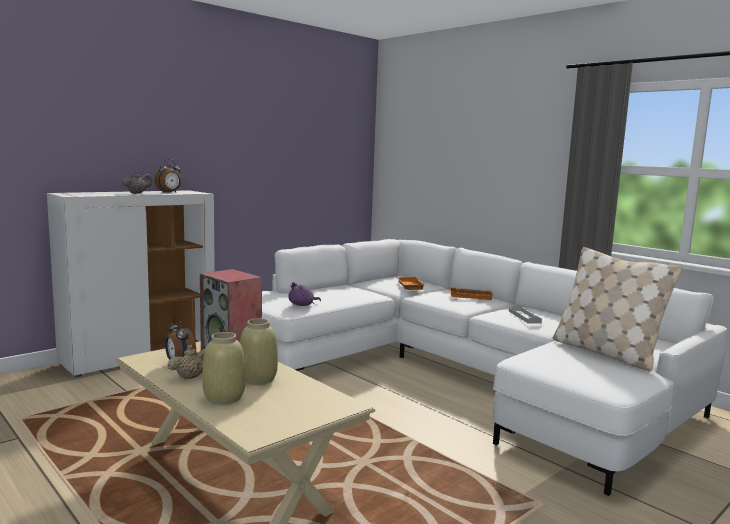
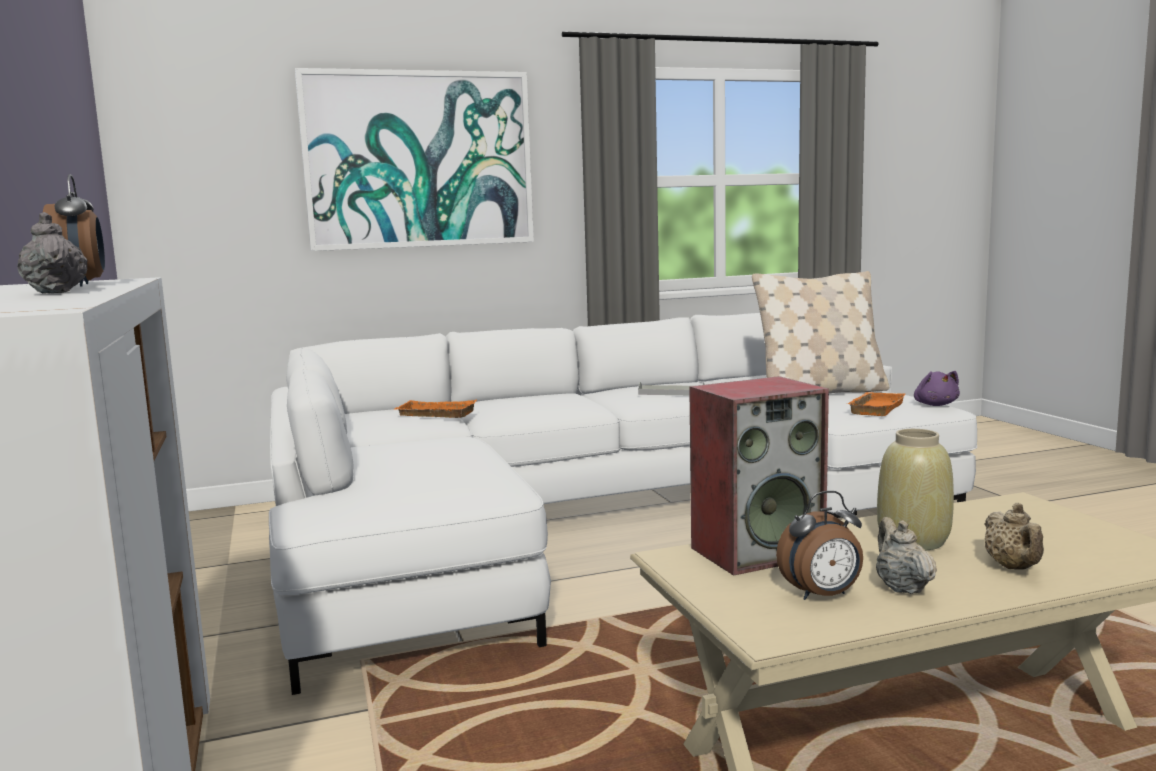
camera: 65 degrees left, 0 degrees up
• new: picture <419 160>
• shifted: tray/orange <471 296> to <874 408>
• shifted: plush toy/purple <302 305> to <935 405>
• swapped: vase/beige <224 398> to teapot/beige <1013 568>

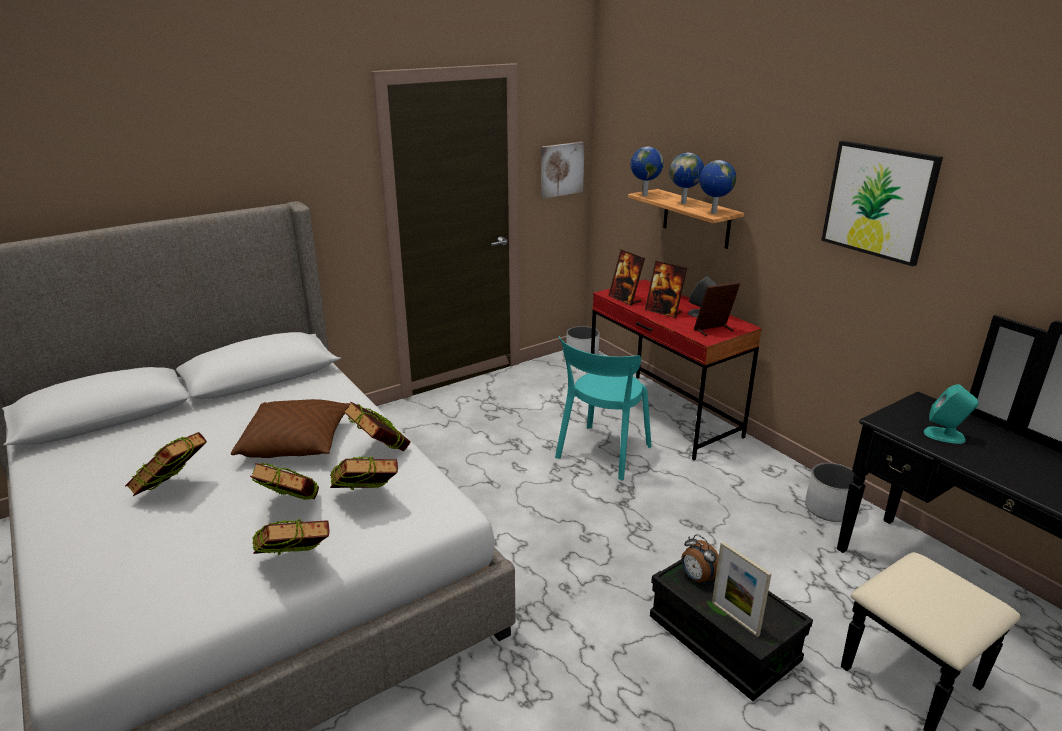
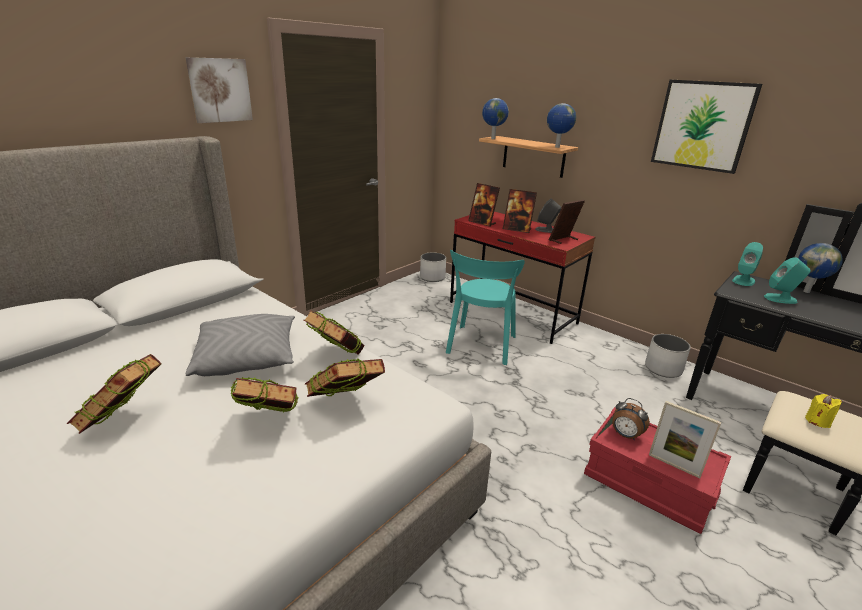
camera: 15 degrees left, 0 degrees up
• shifted: picture <561 169> to <219 90>
• repainted: pillow/brown <296 443> to pillow/grey <247 358>
• repainted: storage box/black <722 640> to storage box/red <648 484>
• new: speaker/turquoise <743 281>
• shifted: globe <684 203> to <807 291>
• new: candle/yellow <817 421>
• gone: book <295 567>

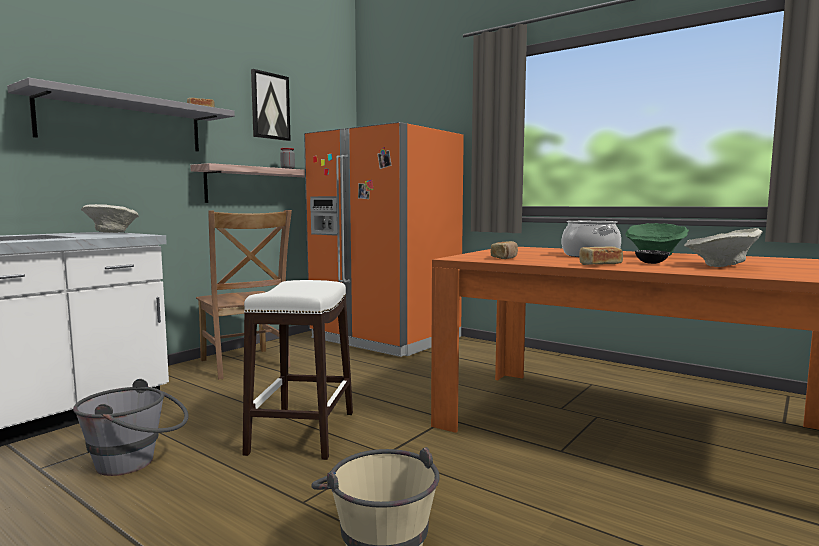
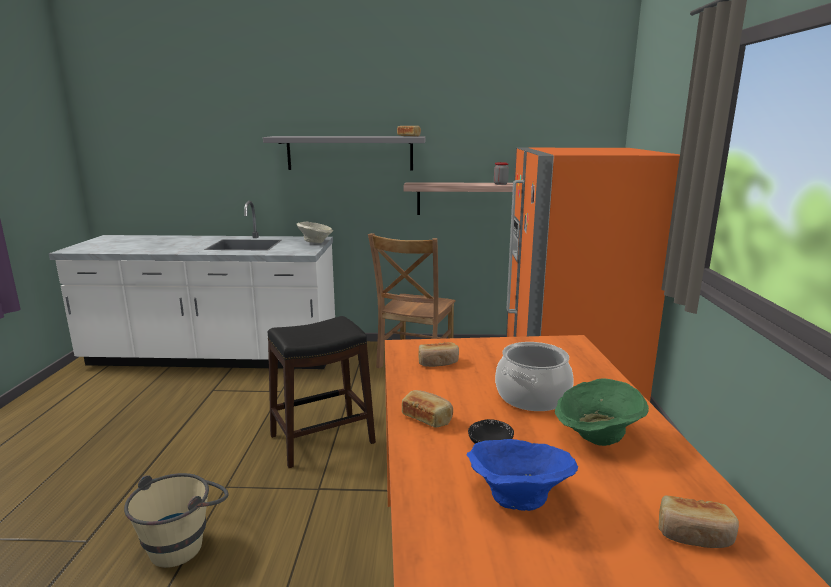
camera: 55 degrees right, 10 degrees up
• repainted: stool/white <301 432> to stool/black <321 439>
• repainted: bowl/beige <720 266> to bowl/blue <517 498>
• new: bread <694 535>
• gone: bucket/grey <137 462>
• gone: picture <270 106>

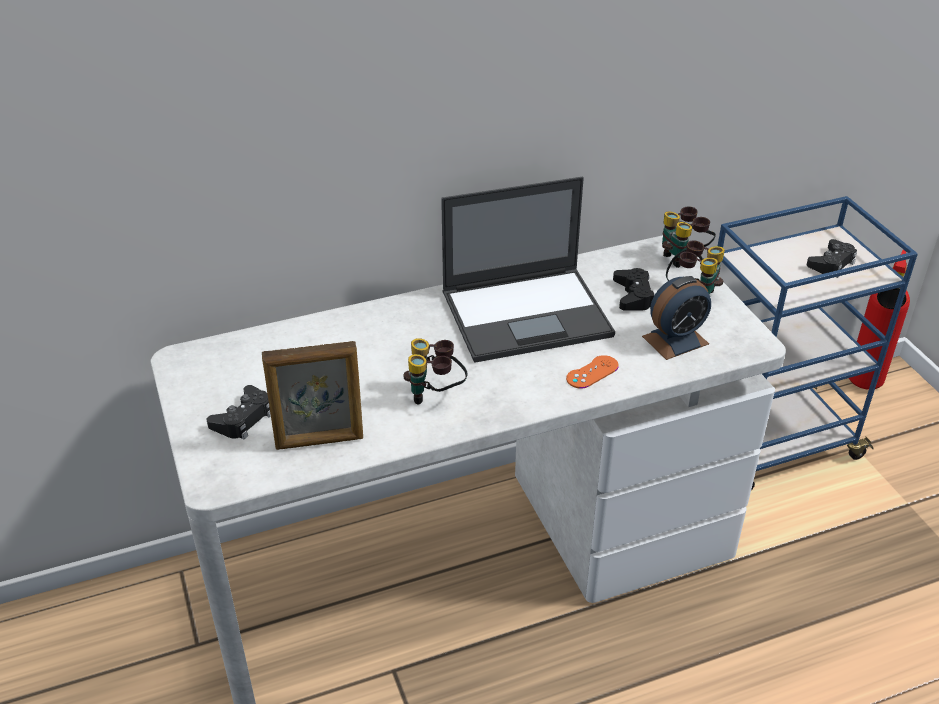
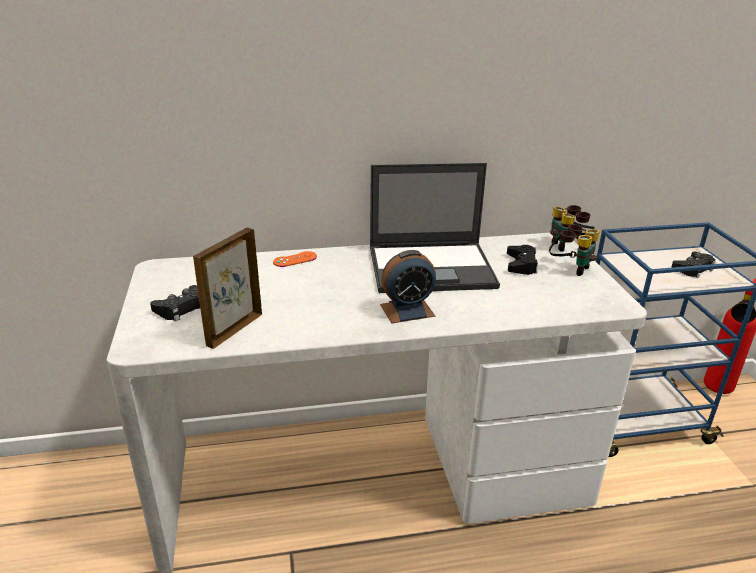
camera: 10 degrees right, 10 degrees down
• rotated: picture frame <320 441> = <234 329> 120 degrees clockwise
• shifted: game controller/orange <592 372> to <295 259>
• shifted: alarm clock <675 340> to <407 310>
• gone: binoculars <435 395>

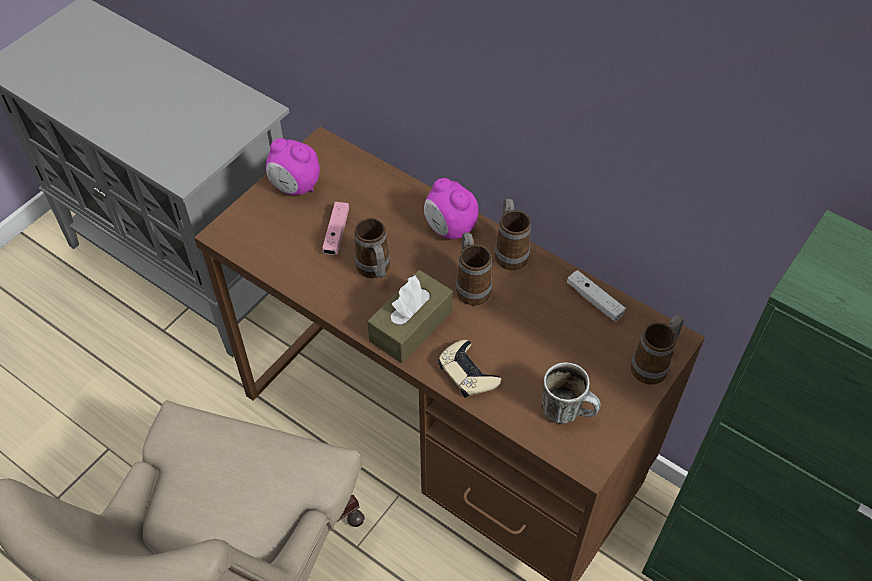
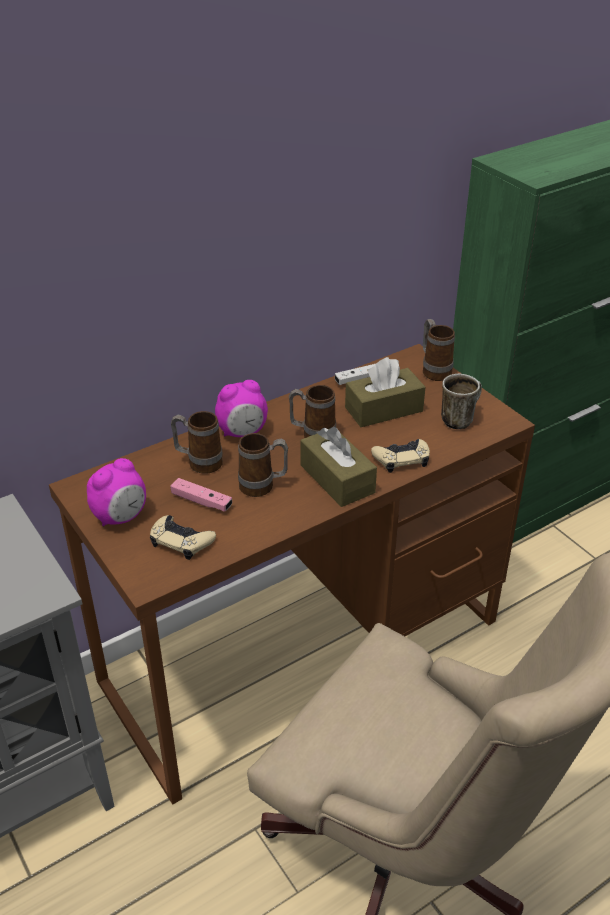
camera: 70 degrees left, 15 degrees down
• new: game controller/beige <181 541>
• shifted: mug <510 252> to <199 463>
• new: tissue box/brown <384 409>

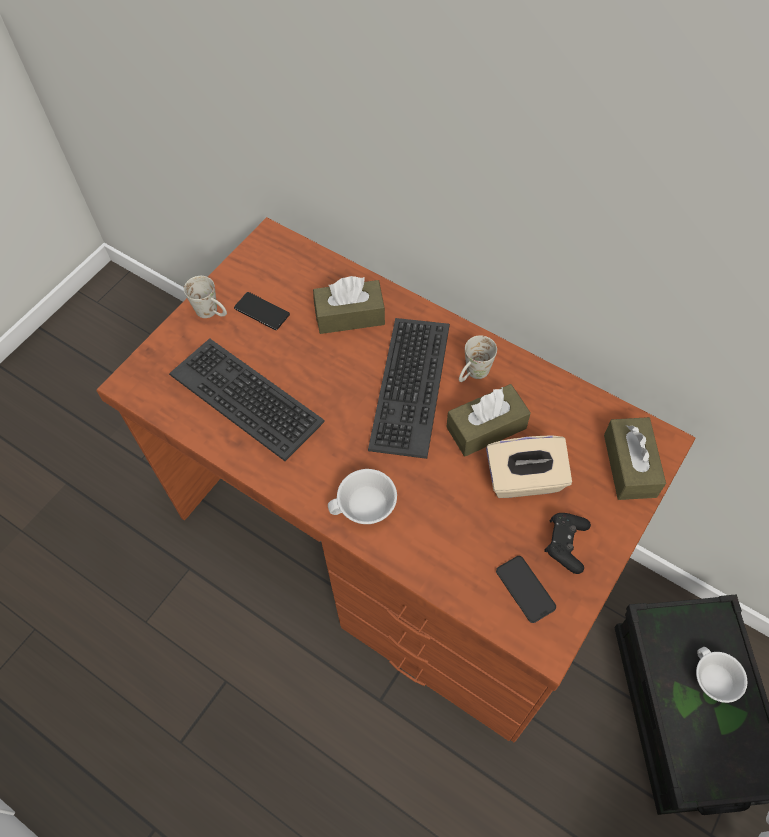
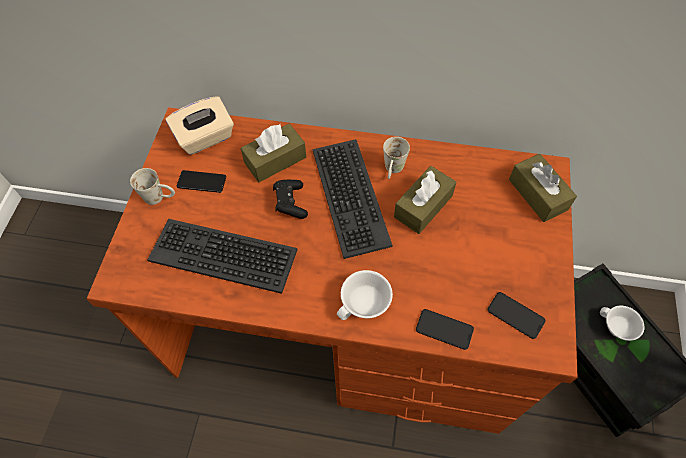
camera: 25 degrees left, 0 degrees up
• shifted: tissue box/beige <524 480> to <205 138>
• shifted: game controller/black <565 545> to <290 203>
• new: phone <444 329>

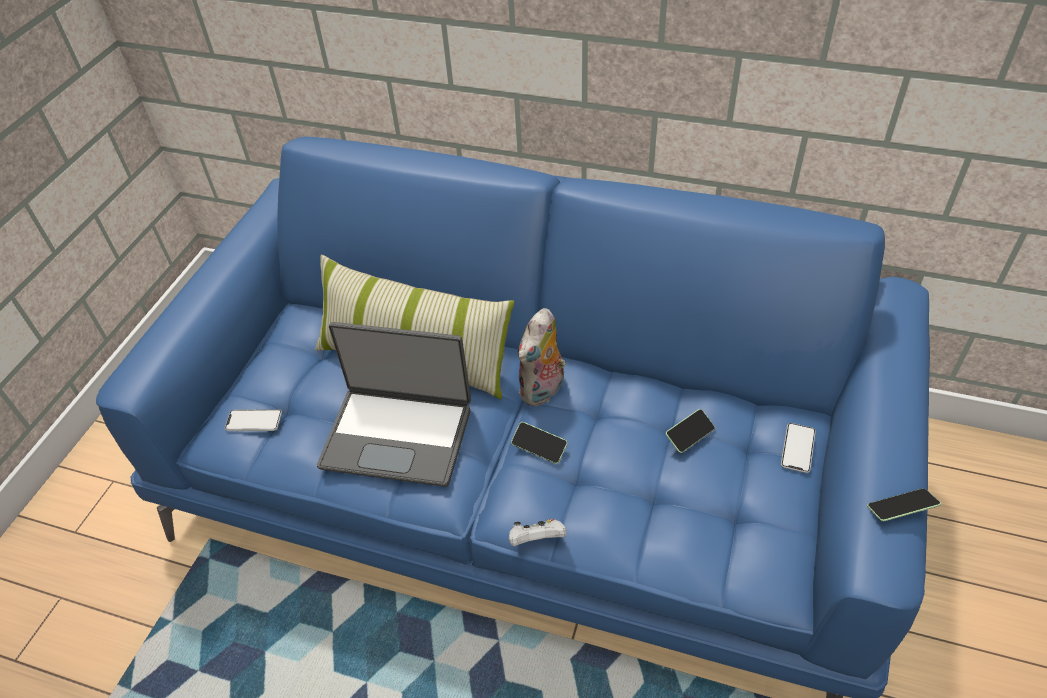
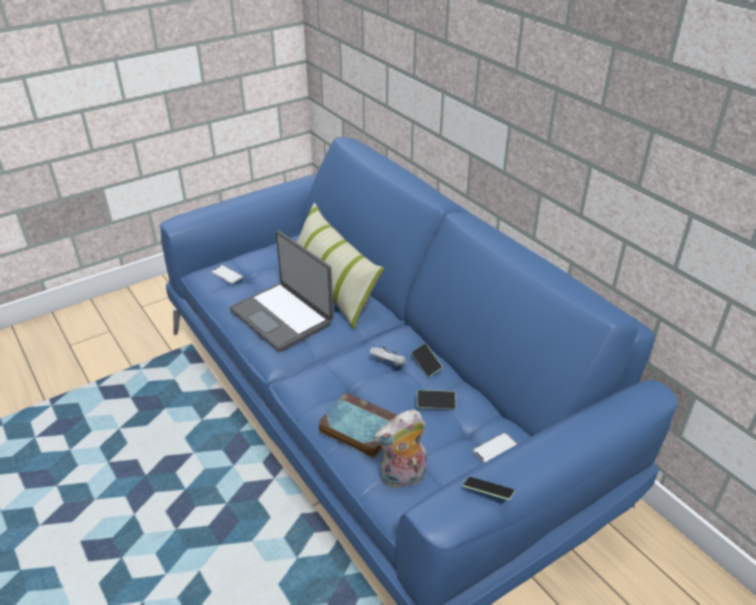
camera: 35 degrees right, 10 degrees down
• new: book <358 428>
• shifted: game controller/white <536 540> to <388 364>
• shifted: plush toy <543 391> to <403 478>
• shifted: phone <539 447> to <426 364>

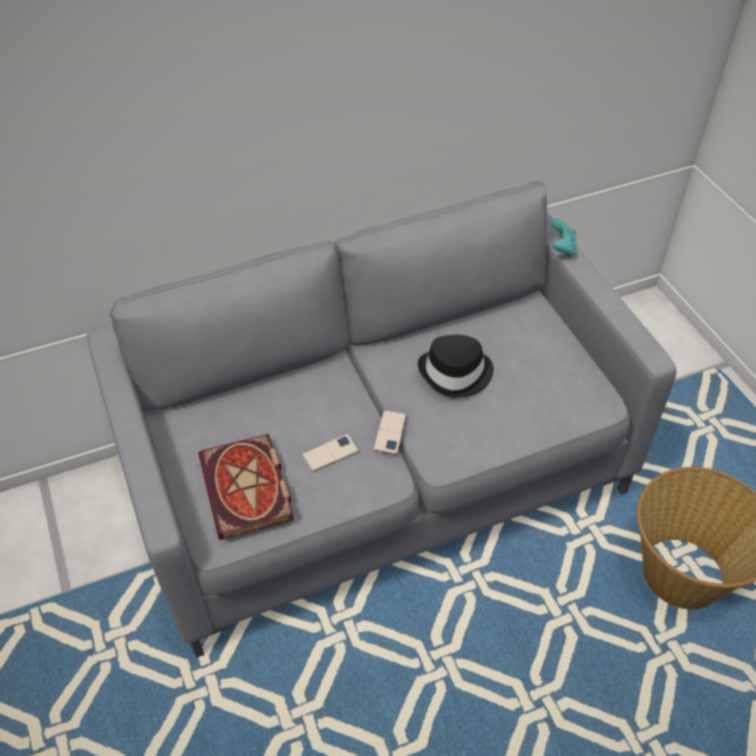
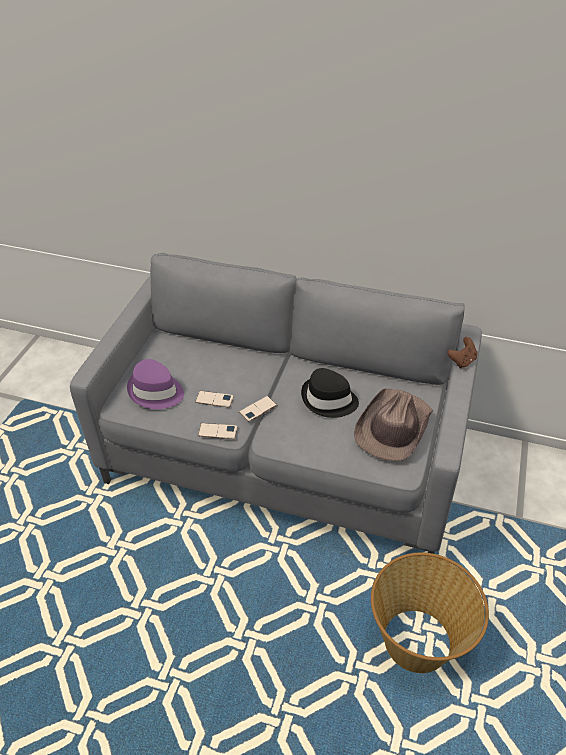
camera: 40 degrees right, 5 degrees down
• swapped: book <249 490> to hat/purple <155 392>
• new: phone <217 431>
• new: hat/brown <393 427>
• repainted: game controller/turquoise <562 249> to game controller/brown <461 361>

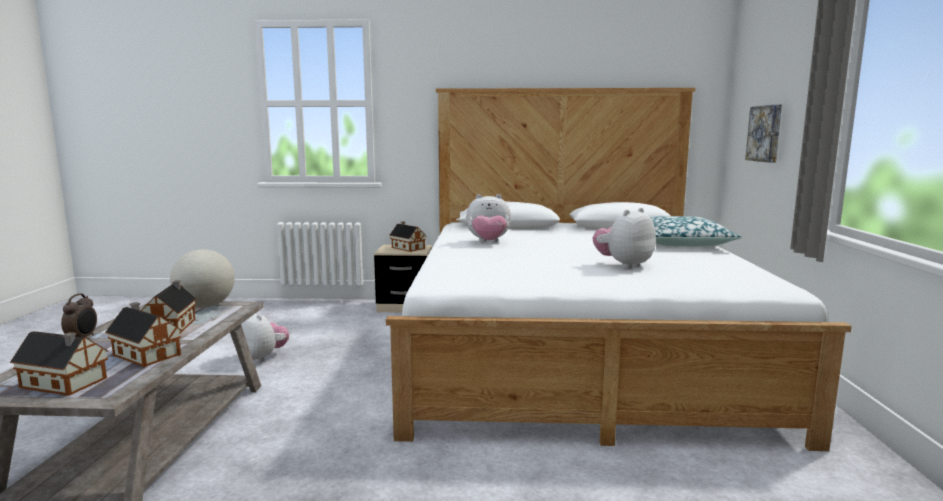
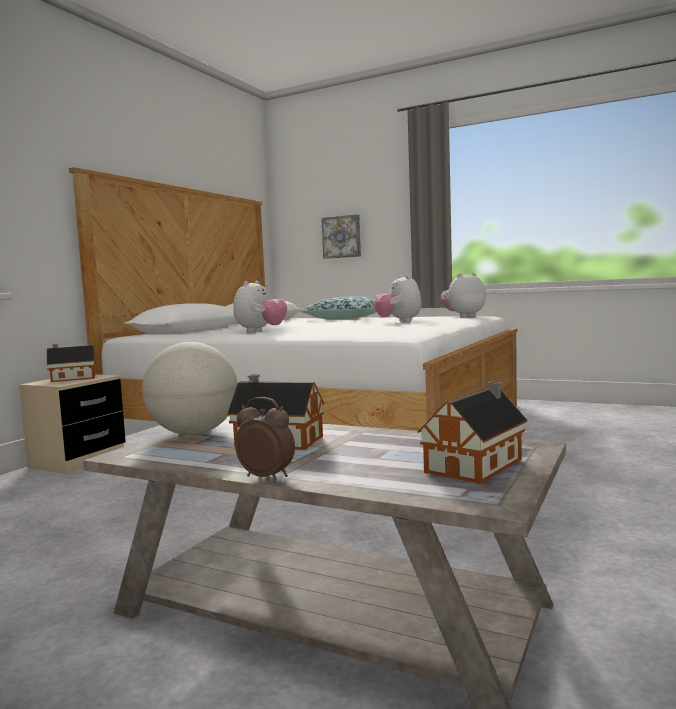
camera: 65 degrees left, 5 degrees down
• shifted: plush toy <263 357> to <463 316>
• gone: toy house <146 354>

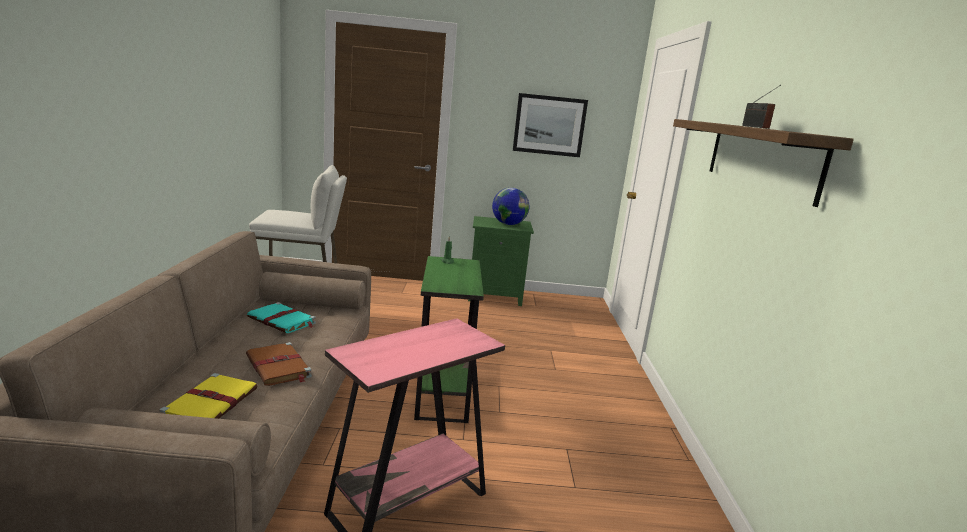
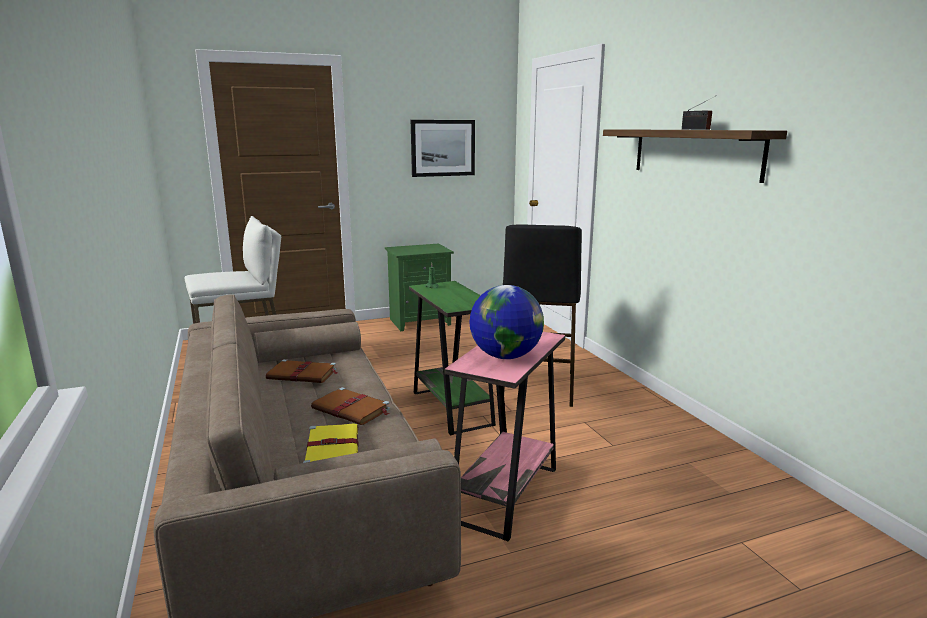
camera: 20 degrees left, 0 degrees up
• repainted: book/turquoise <282 321> to book/brown <303 374>
• shifted: globe <508 224> to <505 356>
• new: stool/black <538 386>

